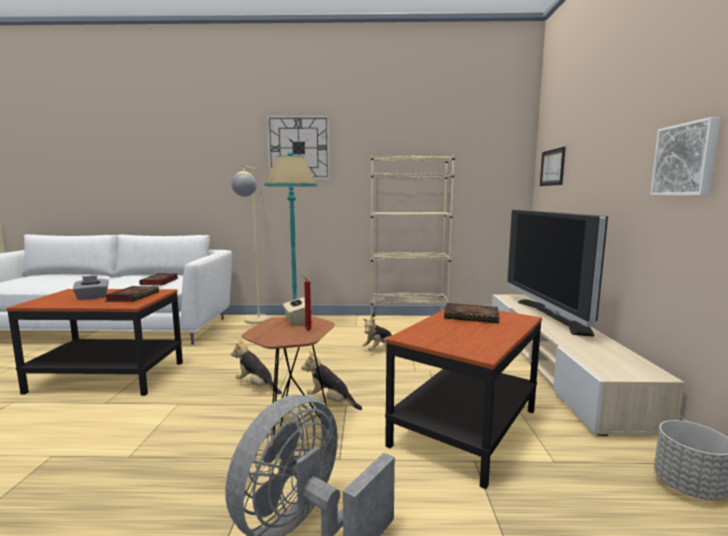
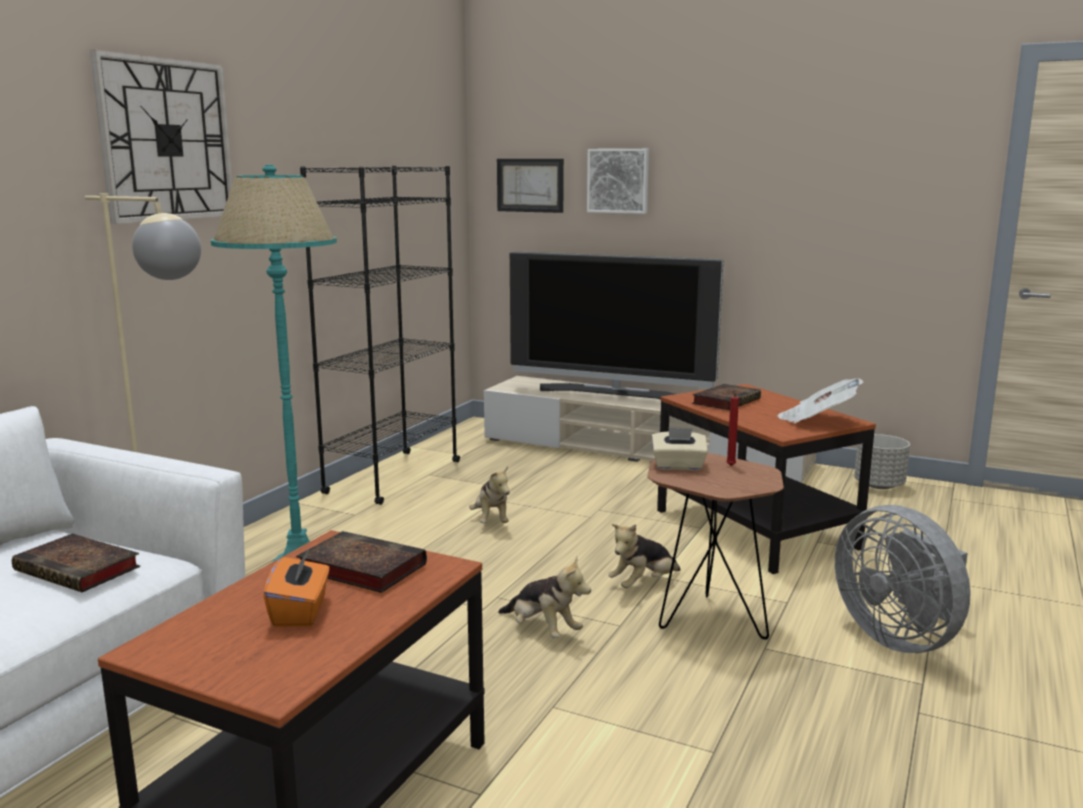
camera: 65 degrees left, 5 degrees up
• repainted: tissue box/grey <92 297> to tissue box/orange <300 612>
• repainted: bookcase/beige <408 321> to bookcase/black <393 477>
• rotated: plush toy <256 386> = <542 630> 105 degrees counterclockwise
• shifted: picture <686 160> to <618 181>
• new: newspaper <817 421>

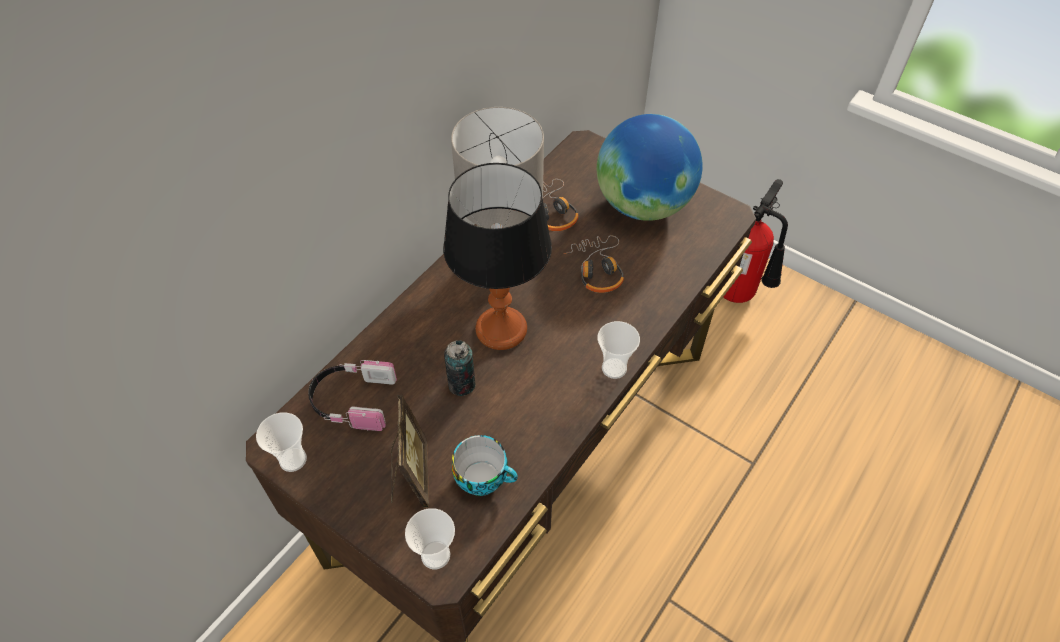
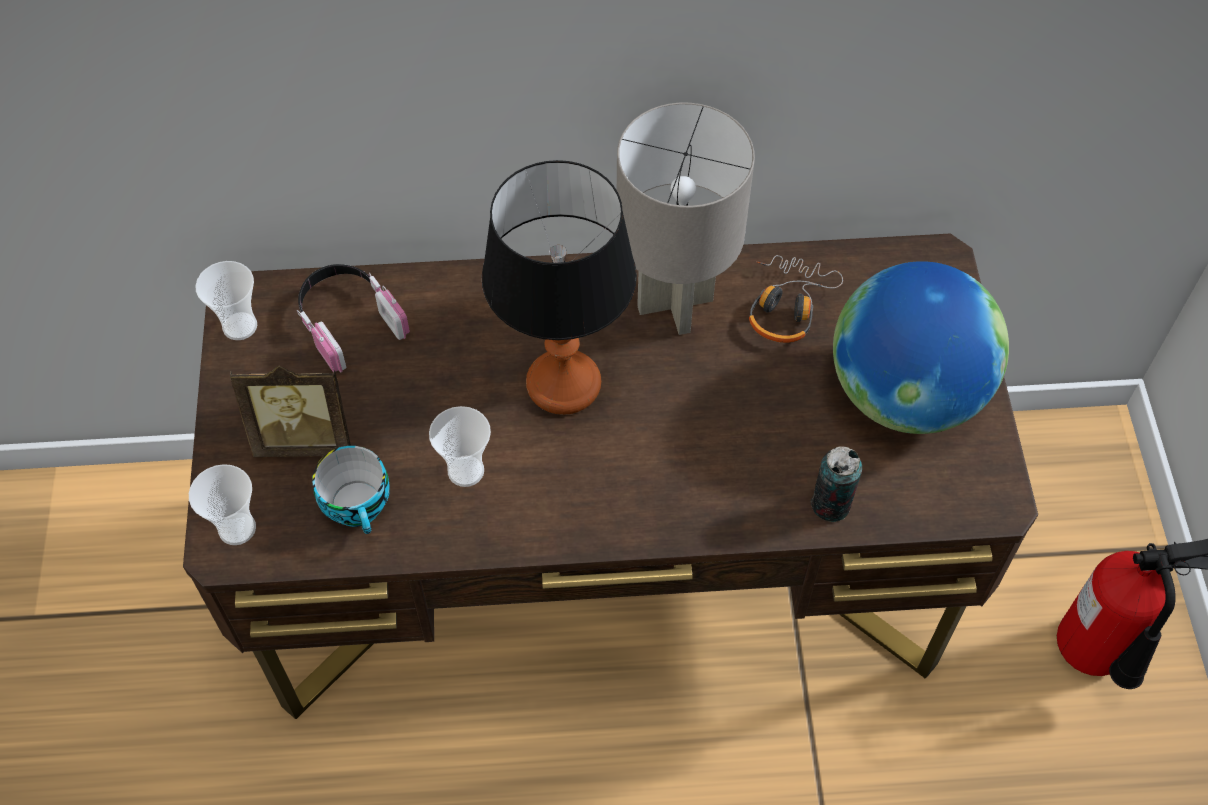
camera: 50 degrees right, 5 degrees up
• rotated: picture frame <409 476> = <305 438> 45 degrees clockwise
• shifted: cup <614 368> to <466 471>
• shifted: can <462 384> to <830 504>
• gone: headphones <597 269>

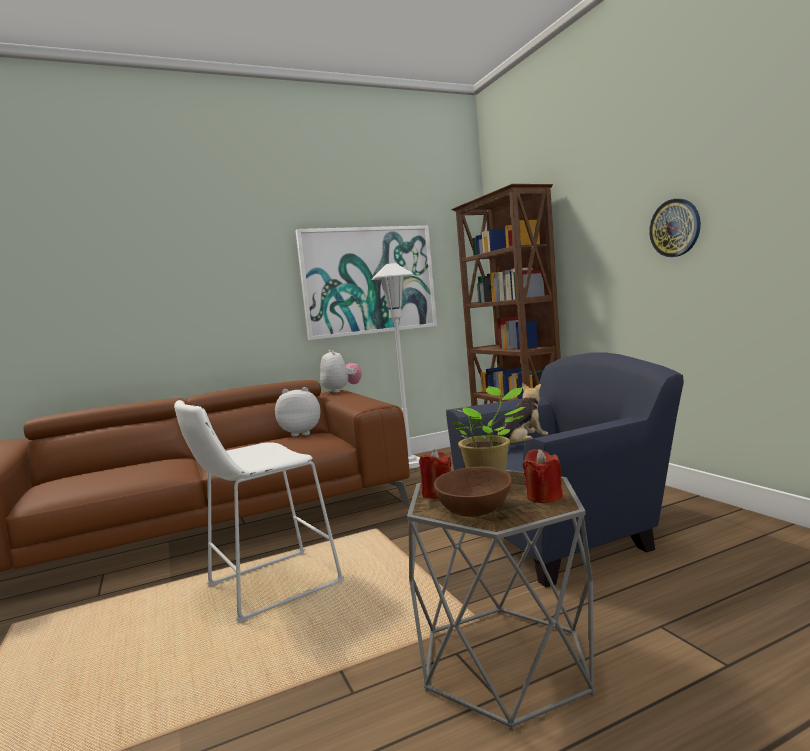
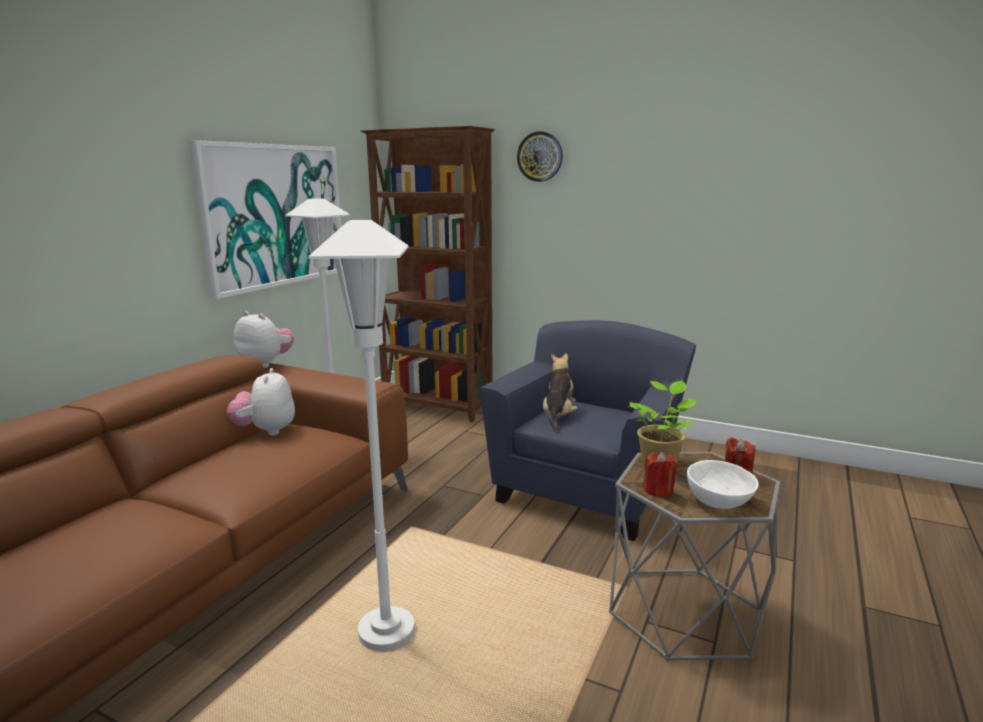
camera: 40 degrees left, 10 degrees up
• rotated: plush toy <302 433> = <266 431> 60 degrees counterclockwise
• swapped: stool/white <267 587> to floor lamp/white <386 632>
• shifted: wall clock <675 228> to <540 156>
• repainted: bowl/brown <474 510> to bowl/white <717 500>

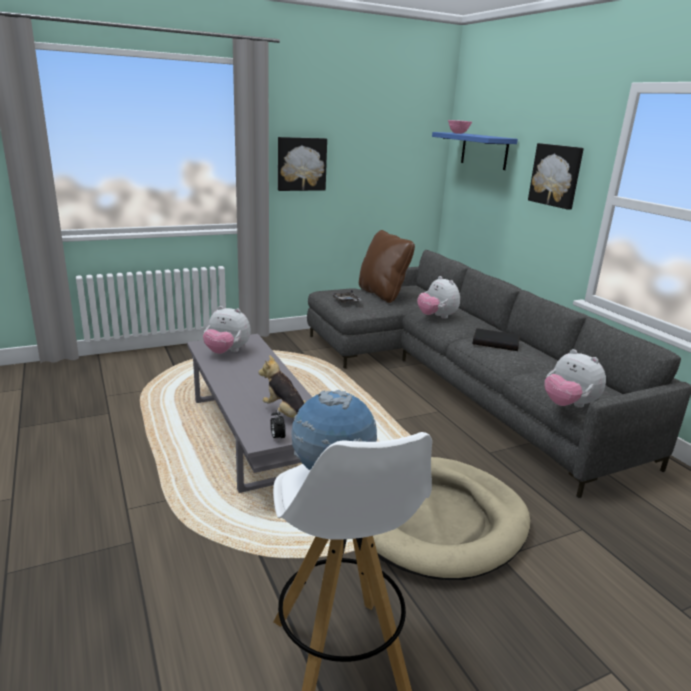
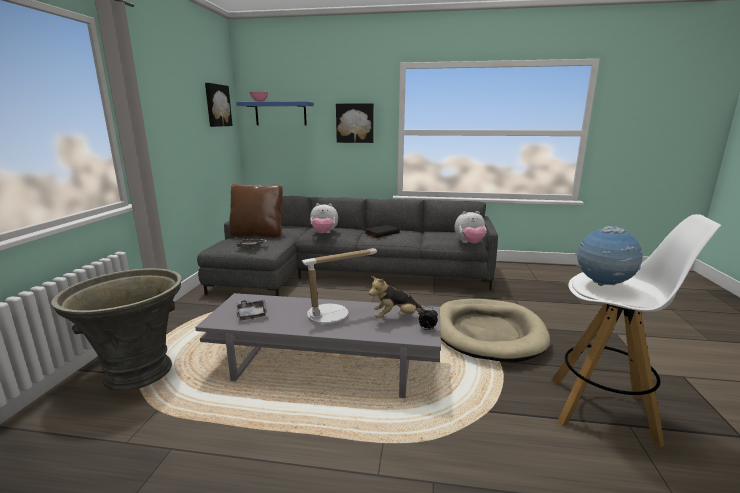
camera: 55 degrees left, 5 degrees down
• new: planter/grey <138 372>
• shifted: picture <301 164> to <217 105>
• swapped: plush toy <227 352> to tray/grey <251 314>
• new: table lamp <333 314>

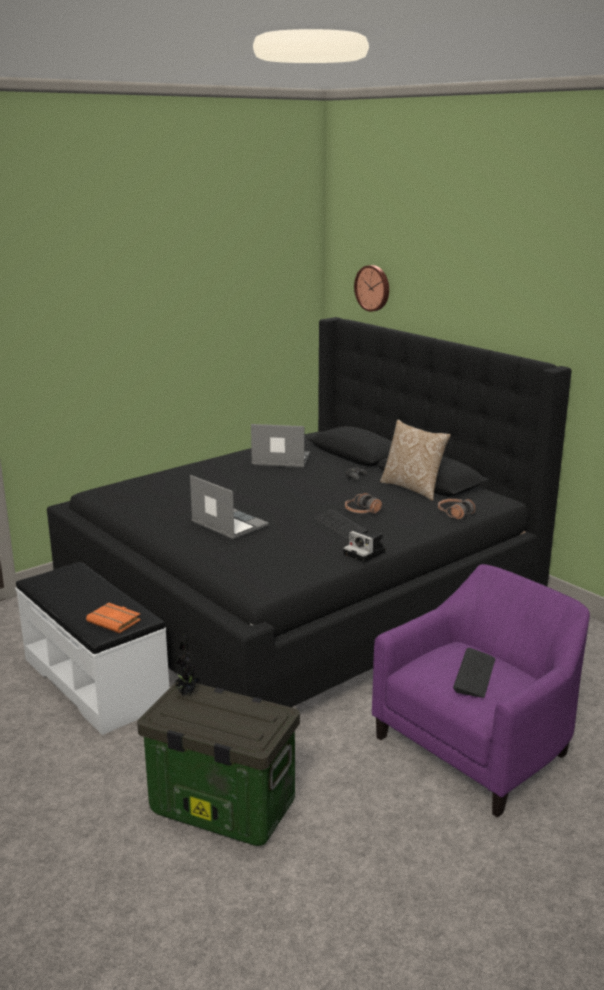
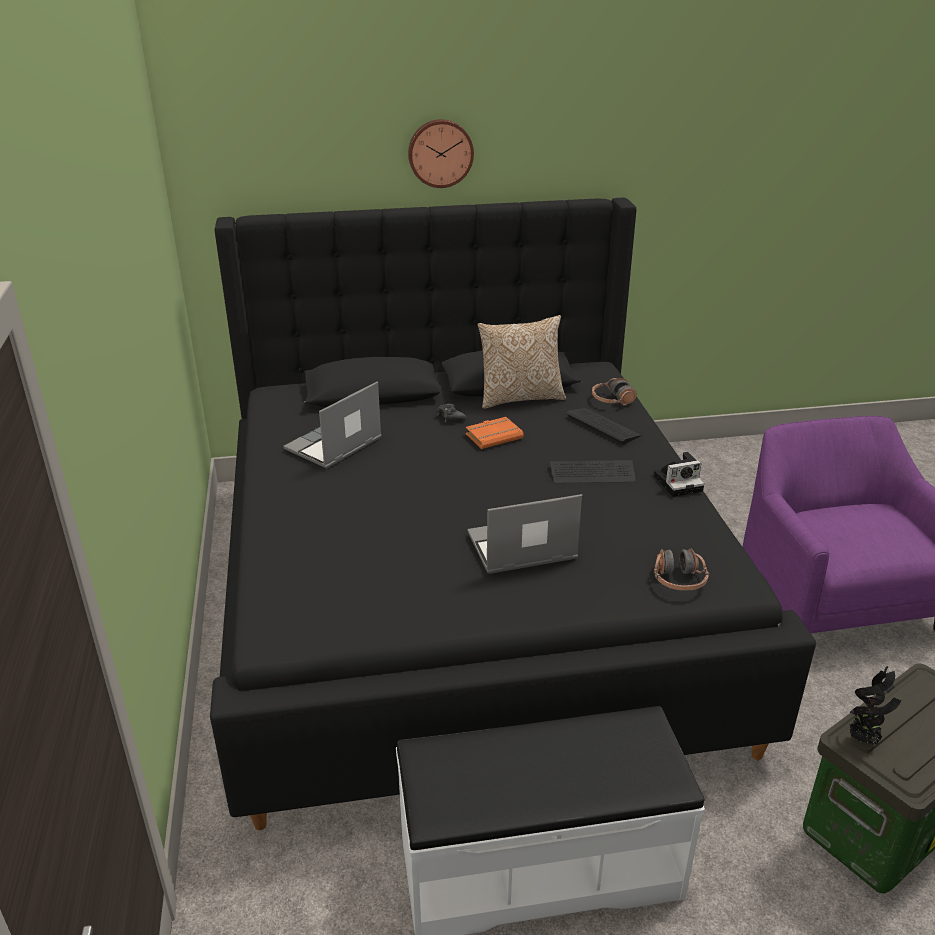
camera: 60 degrees left, 10 degrees up
• shifted: wall clock <373 288> to <440 153>
• shifted: book/orange <115 621> to <494 436>
• shifted: keyboard <474 674> to <603 426>
• shifted: headphones <362 512> to <678 580>

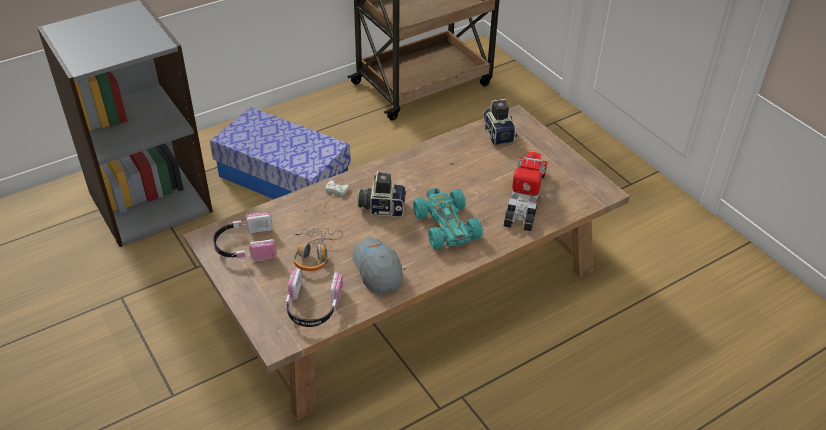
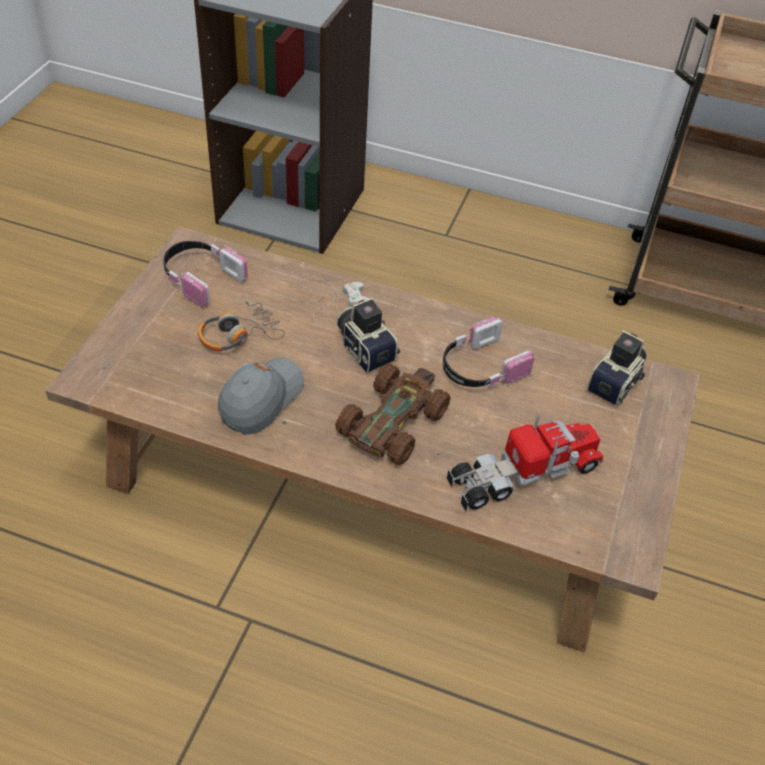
camera: 50 degrees right, 5 degrees up
• repainted: toy car/turquoise <445 225> to toy car/brown <393 421>
• shifted: headphones <313 307> to <480 368>
• gone: storage box <284 178>

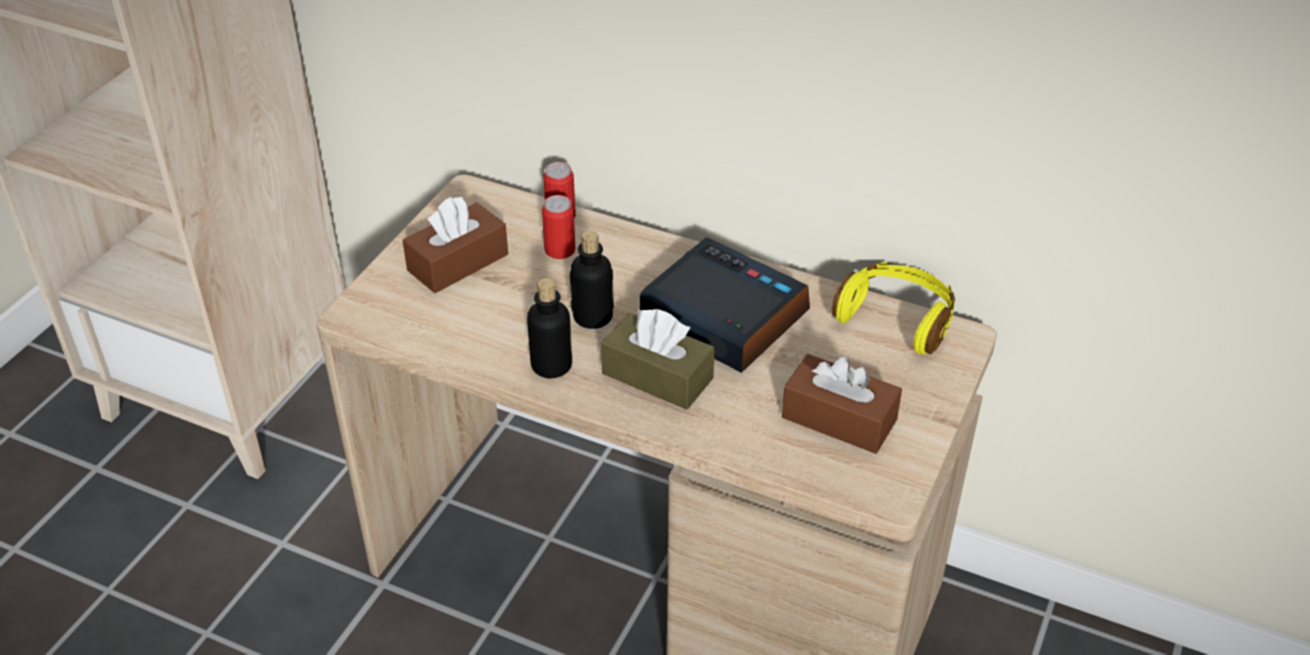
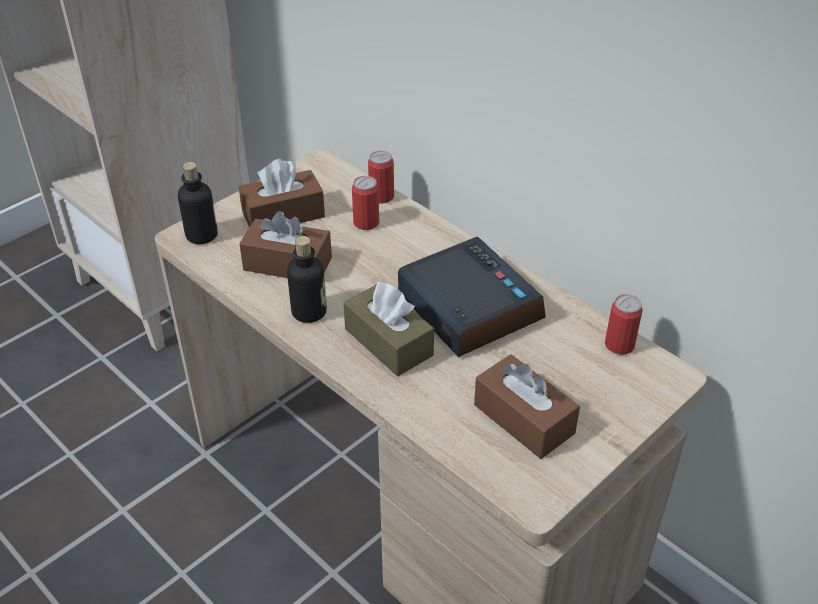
camera: 20 degrees right, 0 degrees up
• shifted: bottle <592 317> to <202 235>
• new: tissue box/brown <287 264>
• swapped: headphones/yellow <896 318> to can <619 345>

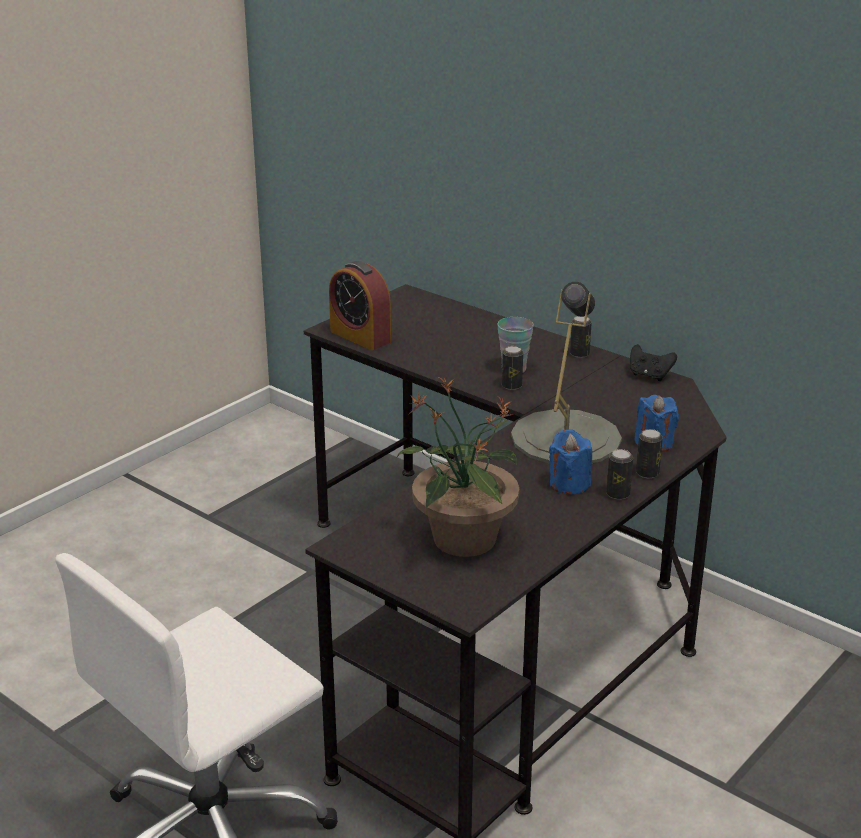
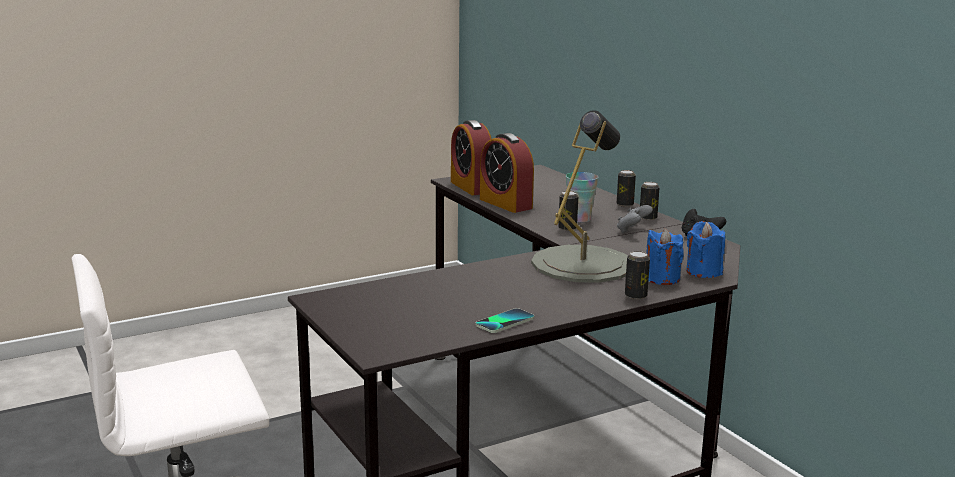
camera: 20 degrees right, 10 degrees down
• new: phone <505 322>
• new: alarm clock <505 204>
• shifted: can <618 494> to <625 204>
• new: game controller/grey <632 231>
• shifted: candle/blue <569 484> to <703 272>
• gone: potted plant <463 540>

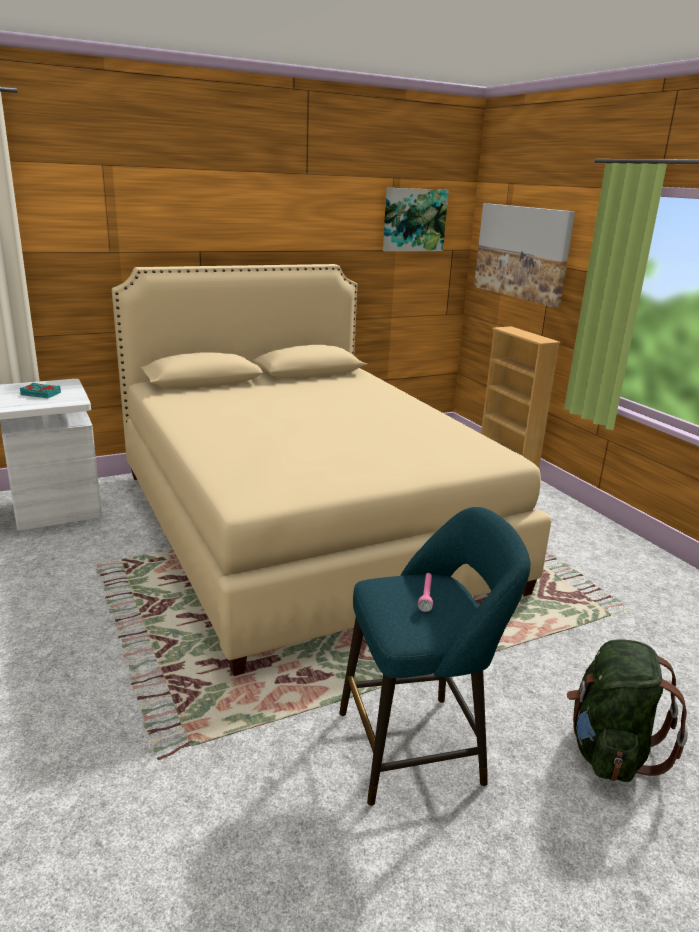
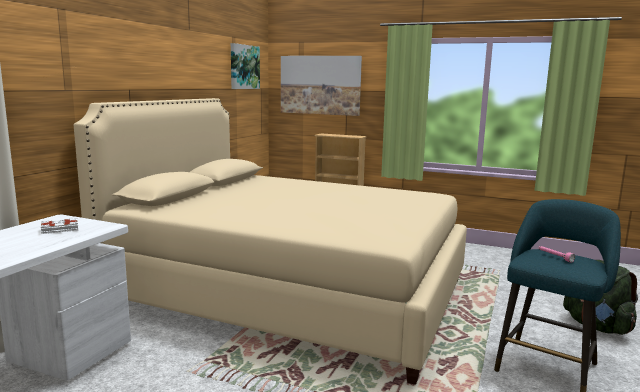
camera: 40 degrees left, 10 degrees down
• repainted: book/turquoise <40 394> to book/white <60 229>

